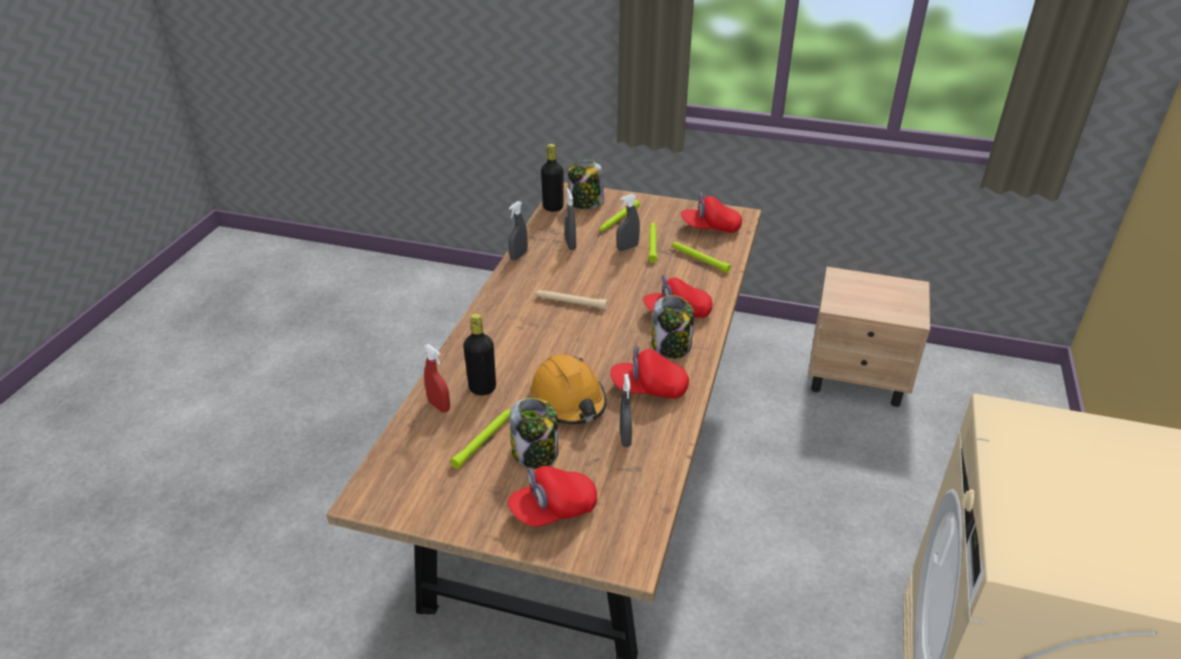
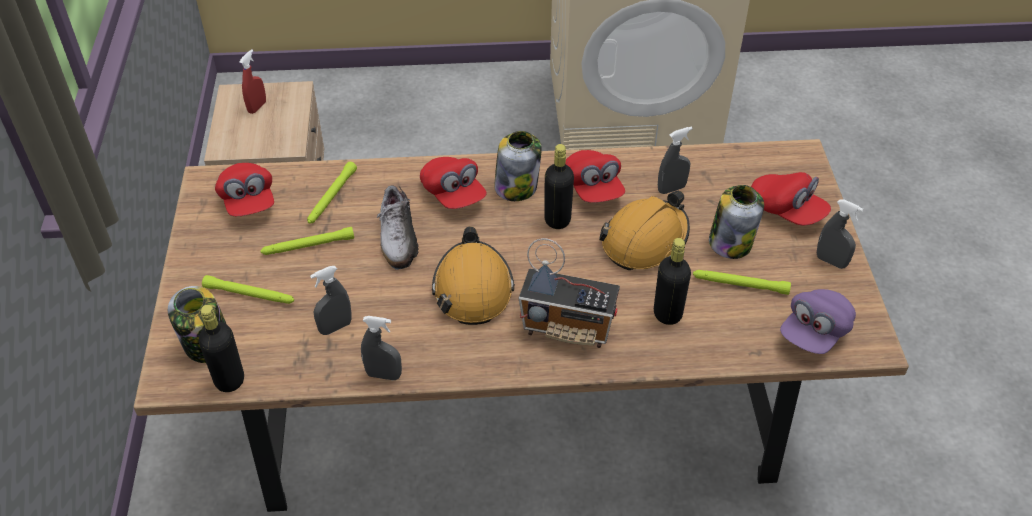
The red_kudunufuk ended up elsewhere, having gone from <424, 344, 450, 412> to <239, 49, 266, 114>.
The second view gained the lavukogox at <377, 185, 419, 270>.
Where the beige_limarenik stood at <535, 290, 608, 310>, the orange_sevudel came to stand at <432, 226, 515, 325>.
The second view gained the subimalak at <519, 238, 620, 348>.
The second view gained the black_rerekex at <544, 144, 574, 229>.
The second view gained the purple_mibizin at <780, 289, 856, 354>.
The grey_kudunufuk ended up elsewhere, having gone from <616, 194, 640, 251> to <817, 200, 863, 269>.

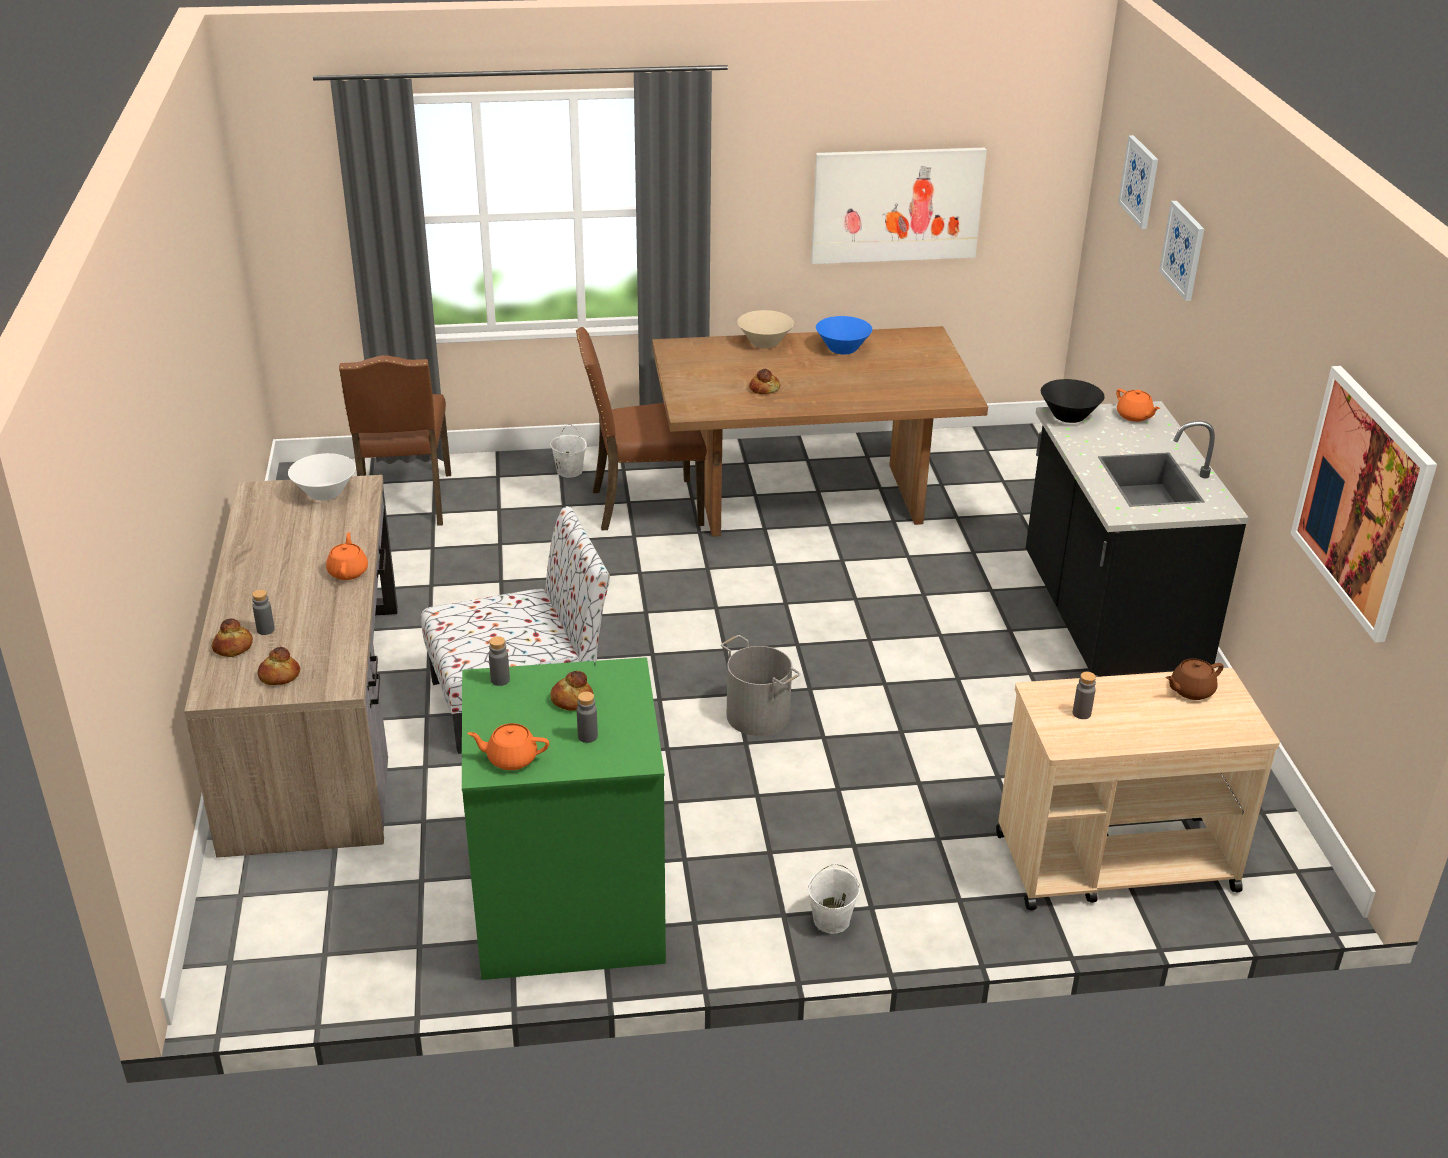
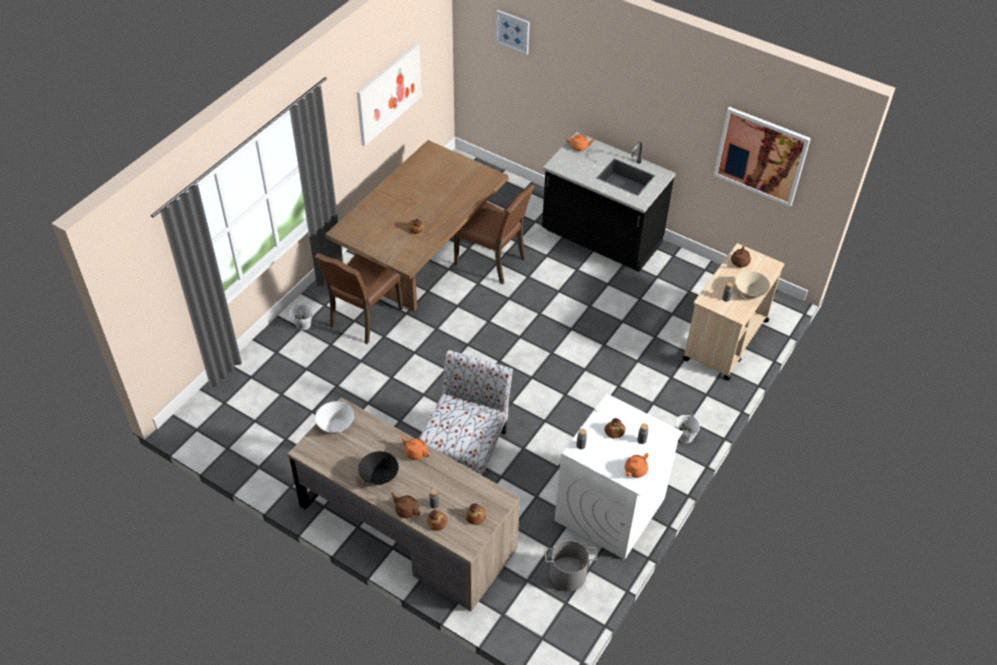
The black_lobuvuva ended up elsewhere, having gone from <1041, 379, 1105, 423> to <358, 451, 399, 485>.
The second view gained the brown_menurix at <391, 492, 421, 518>.
The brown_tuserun ended up elsewhere, having gone from <339, 355, 451, 526> to <454, 184, 535, 284>.
The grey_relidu ended up elsewhere, having gone from <721, 635, 800, 736> to <545, 540, 597, 592>.
What was the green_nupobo at <462, 657, 666, 980> turned into the white_nupobo at <555, 393, 683, 560>.
The beige_lobuvuva ended up elsewhere, having gone from <738, 310, 794, 348> to <735, 271, 770, 299>.
The second view lost the blue_lobuvuva at <816, 316, 872, 354>.
The second view lost the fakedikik at <1159, 201, 1204, 301>.

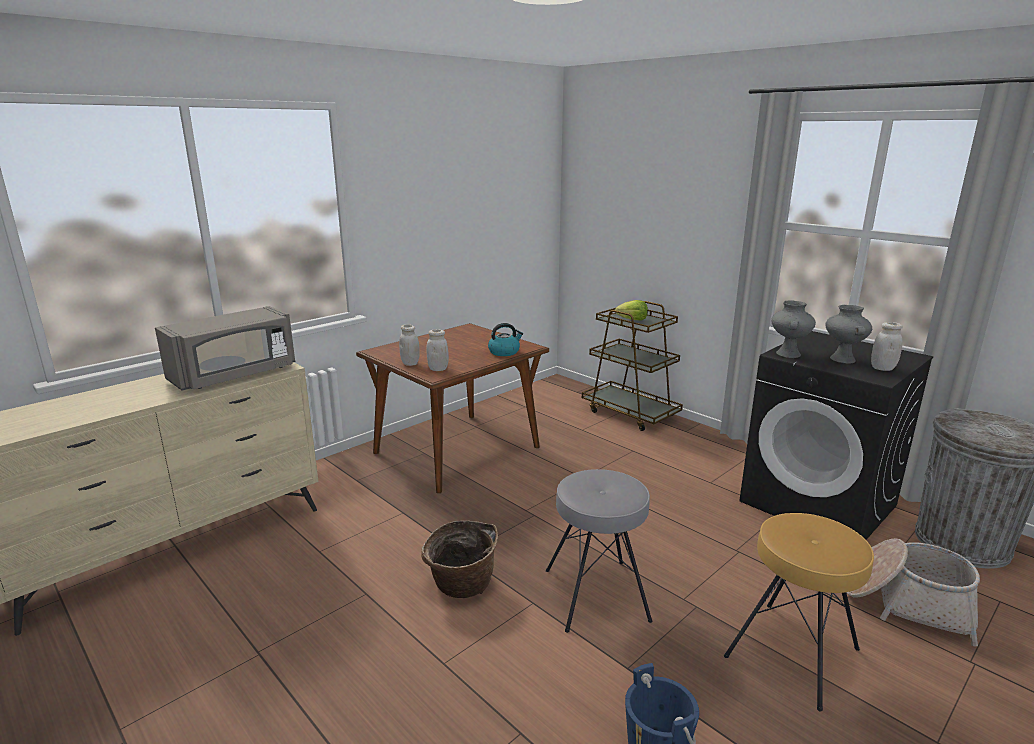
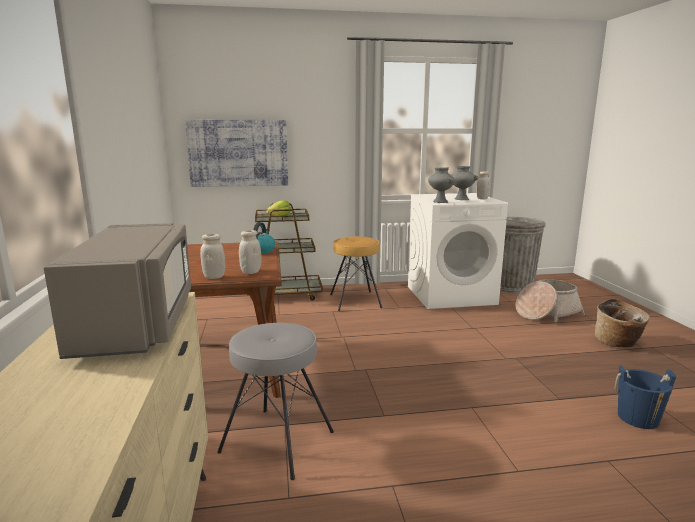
The second view gained the fakedikik at <185, 120, 288, 187>.
The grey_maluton ended up elsewhere, having gone from <546, 469, 652, 633> to <217, 323, 334, 480>.
The brown_maluton ended up elsewhere, having gone from <724, 513, 874, 711> to <330, 236, 383, 311>.
What was the black_nupobo at <739, 331, 933, 540> turned into the white_nupobo at <408, 193, 508, 309>.
The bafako ended up elsewhere, having gone from <421, 521, 498, 598> to <595, 298, 650, 347>.

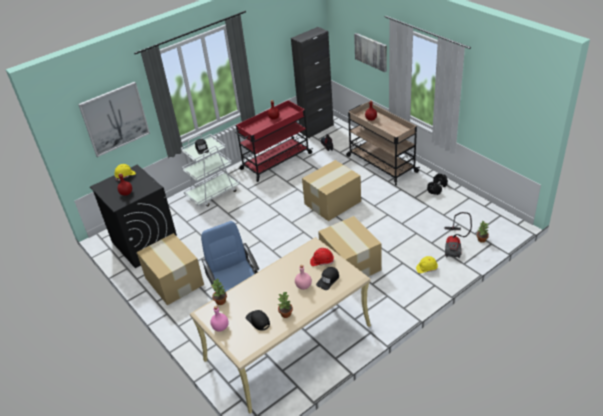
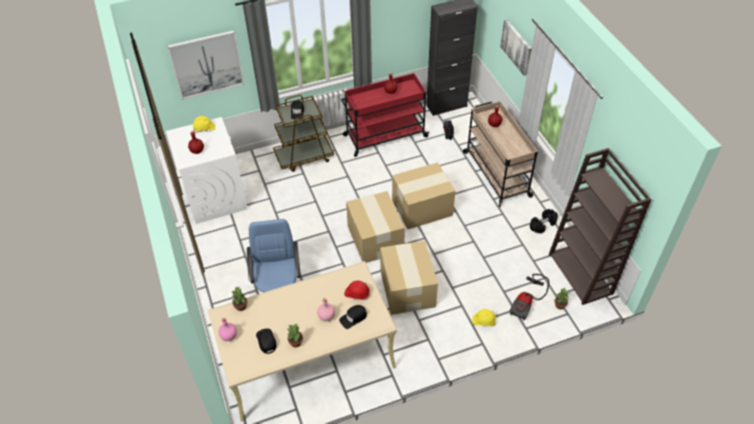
What was the black_nupobo at <90, 165, 177, 268> turned into the white_nupobo at <166, 117, 248, 224>.
What was the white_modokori at <181, 134, 240, 206> turned into the brown_modokori at <273, 95, 334, 172>.
The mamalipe ended up elsewhere, having gone from <137, 233, 204, 305> to <346, 191, 405, 263>.
The second view gained the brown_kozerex at <549, 148, 652, 305>.

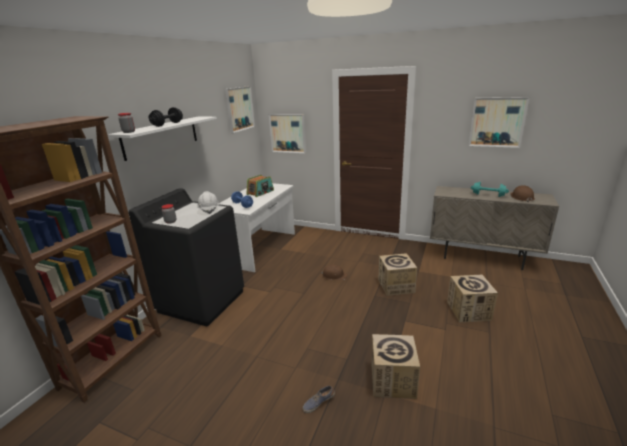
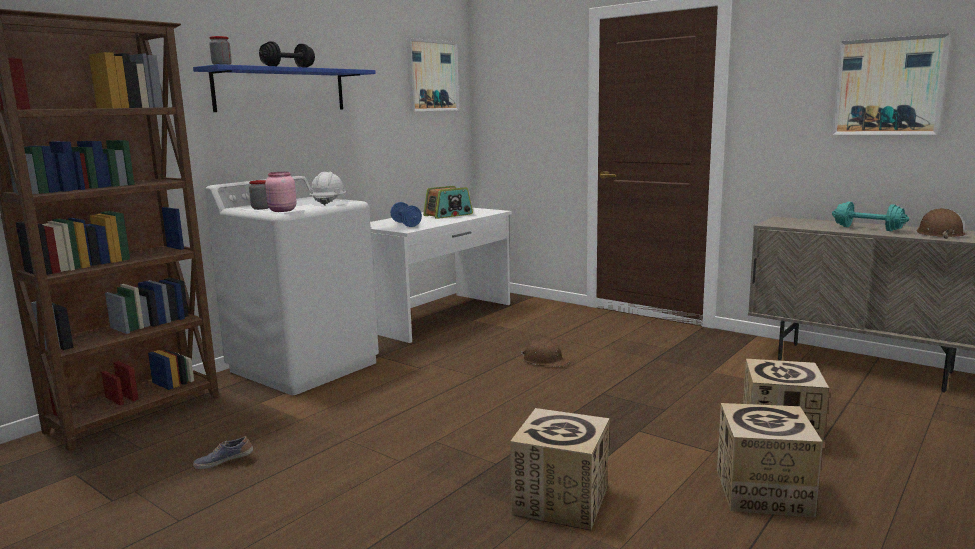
What was the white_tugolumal at <108, 117, 217, 161> turned into the blue_tugolumal at <193, 64, 376, 112>.
The lavukogox ended up elsewhere, having gone from <302, 385, 335, 413> to <193, 436, 253, 469>.
What was the black_nupobo at <128, 188, 244, 326> turned into the white_nupobo at <205, 176, 379, 395>.
The second view gained the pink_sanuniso at <265, 172, 297, 212>.
The mamalipe ended up elsewhere, having gone from <378, 253, 417, 296> to <717, 403, 823, 517>.
The second view lost the fakedikik at <269, 114, 306, 153>.

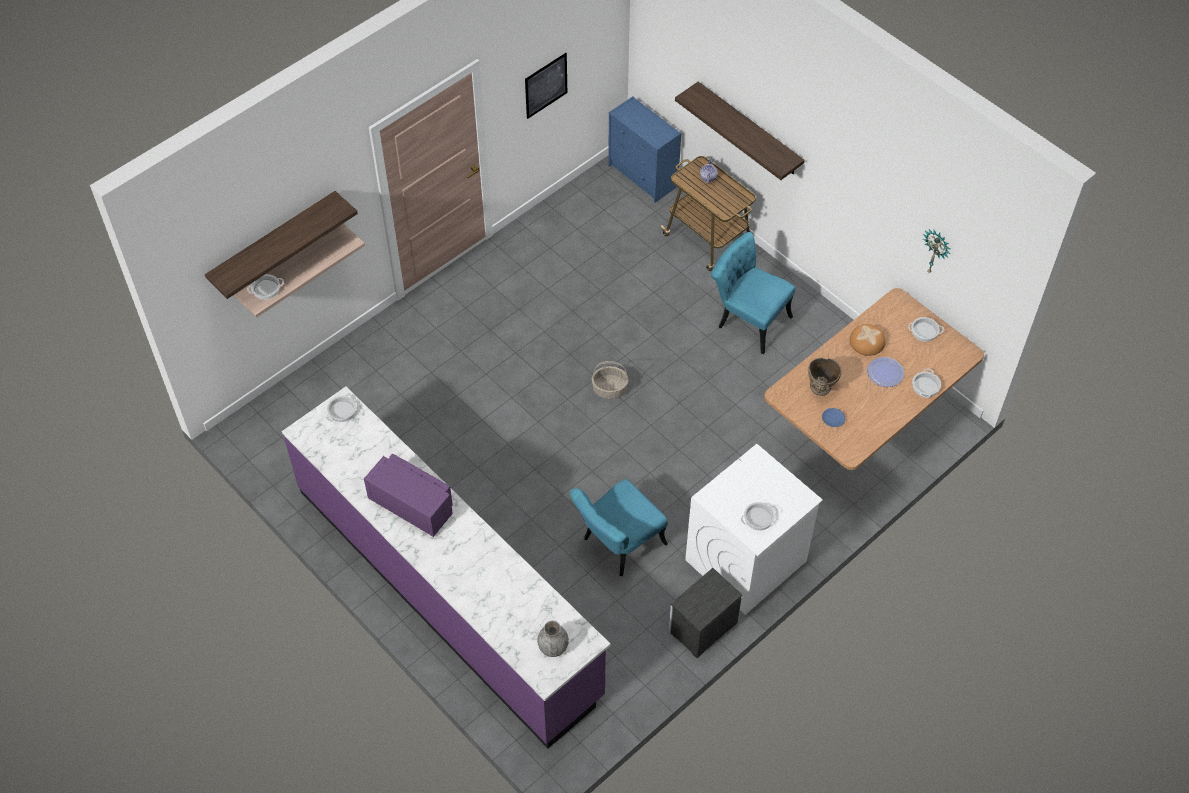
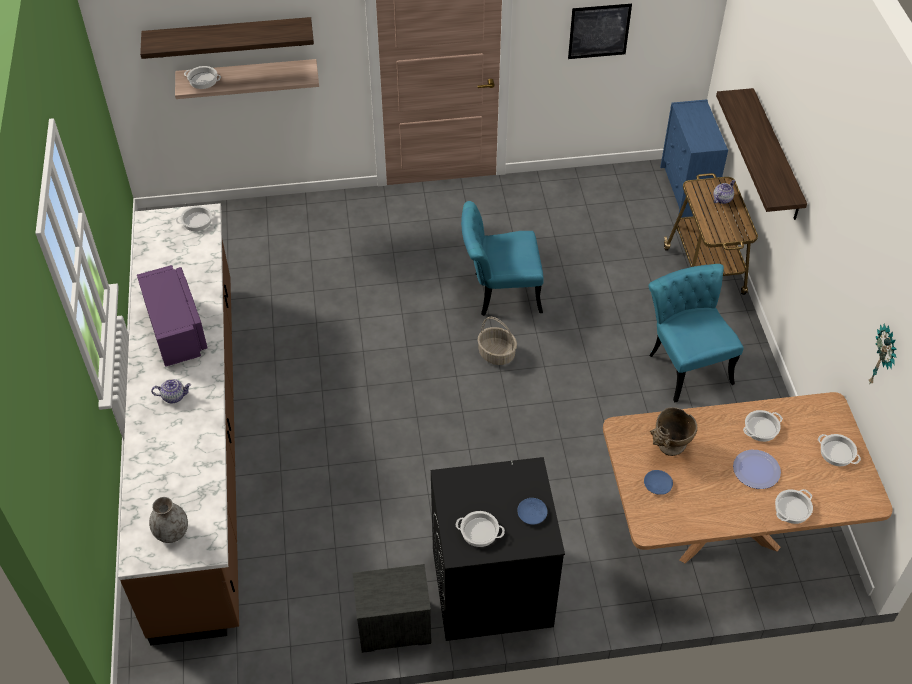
What was the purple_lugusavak at <282, 386, 610, 748> turned into the brown_lugusavak at <118, 203, 239, 646>.
The second view gained the menurix at <151, 379, 191, 403>.
What was the white_nupobo at <685, 444, 823, 615> turned into the black_nupobo at <431, 457, 565, 641>.
The turquoise_tuserun ended up elsewhere, having gone from <570, 479, 668, 576> to <461, 201, 543, 316>.
The second view gained the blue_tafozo at <517, 498, 548, 525>.
Where the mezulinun stood at <850, 324, 886, 356>, the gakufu came to stand at <743, 410, 783, 442>.

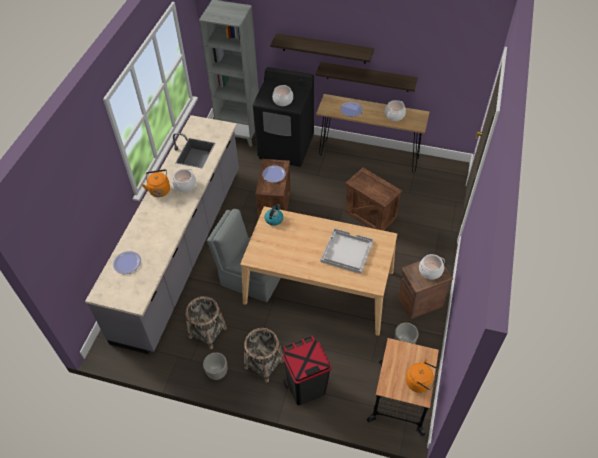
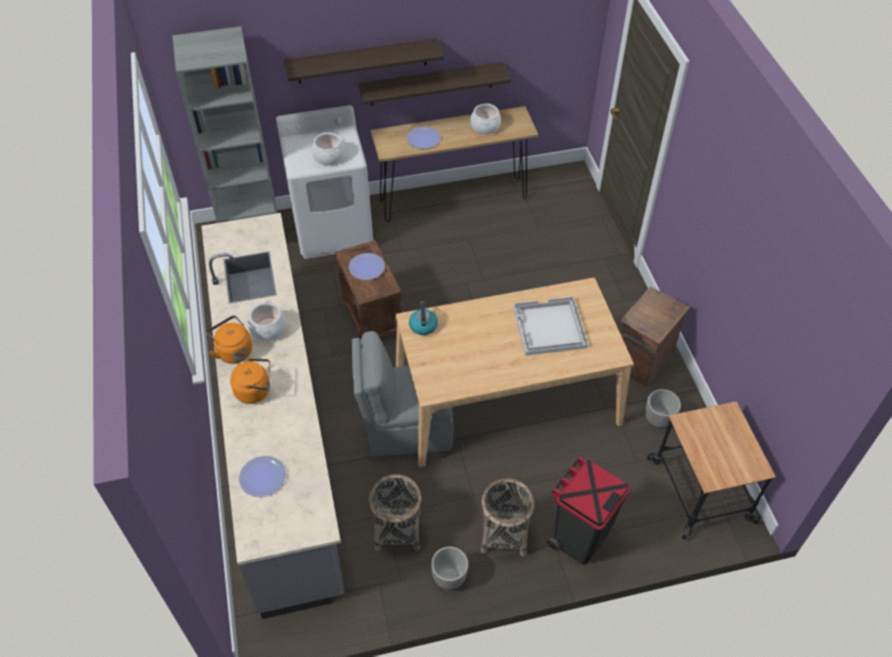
The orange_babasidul ended up elsewhere, having gone from <406, 359, 438, 393> to <230, 356, 270, 404>.
What was the black_nupobo at <253, 67, 314, 167> turned into the white_nupobo at <276, 105, 373, 259>.
The second view lost the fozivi at <345, 168, 402, 231>.
The second view lost the gakufu at <419, 254, 445, 280>.

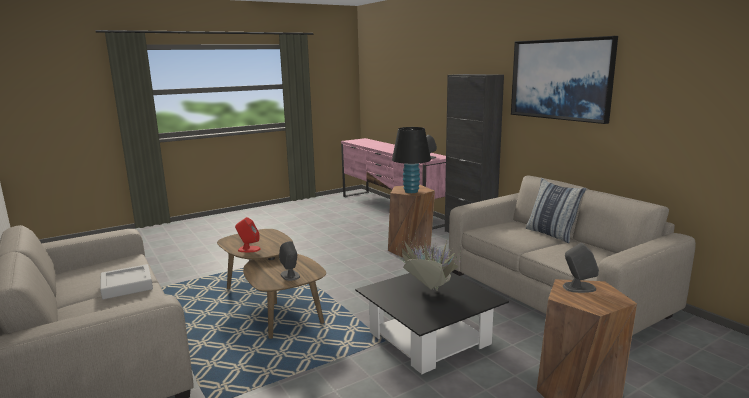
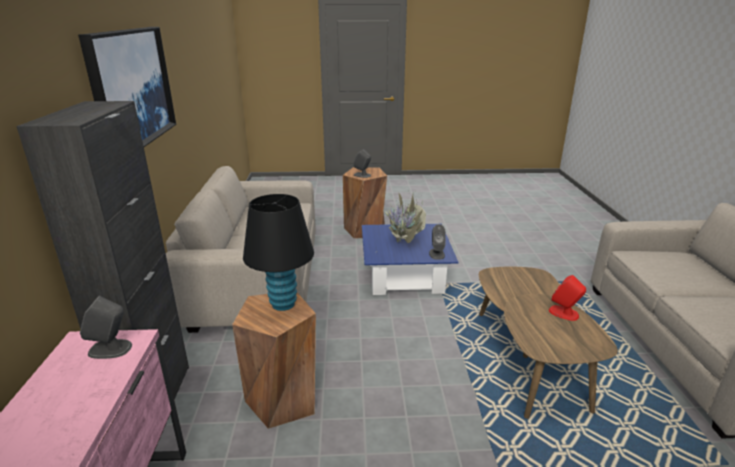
What was the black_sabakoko at <355, 272, 509, 374> turned into the blue_sabakoko at <362, 224, 459, 295>.
The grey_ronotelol ended up elsewhere, having gone from <279, 241, 300, 281> to <429, 224, 446, 260>.
The second view lost the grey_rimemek at <100, 264, 153, 299>.
The second view lost the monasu at <526, 178, 586, 243>.

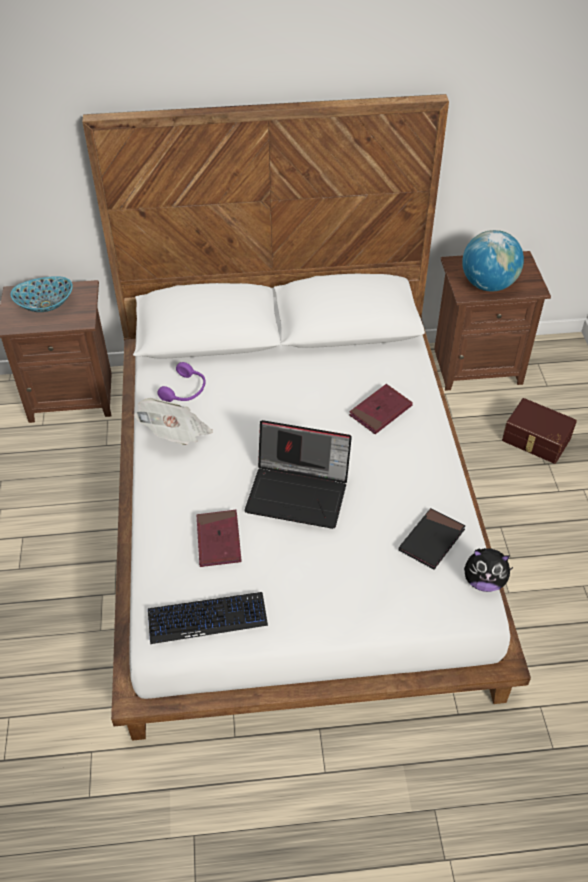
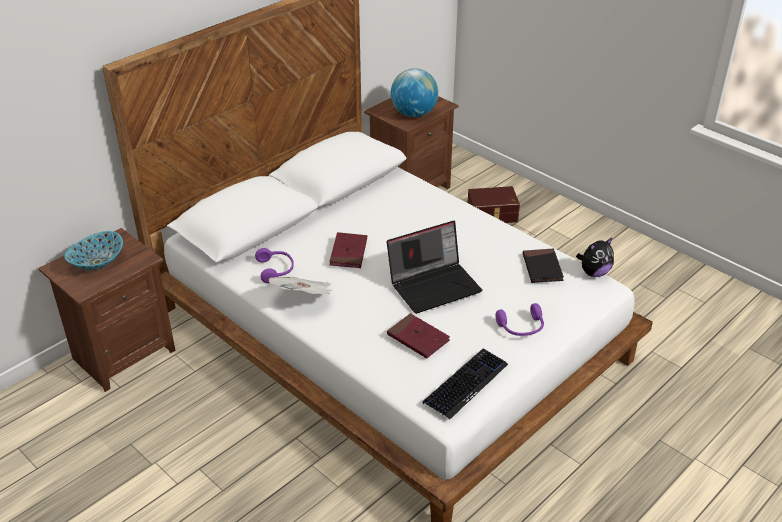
The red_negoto ended up elsewhere, having gone from <349, 384, 413, 434> to <329, 232, 367, 268>.
The second view gained the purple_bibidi at <495, 303, 544, 336>.

